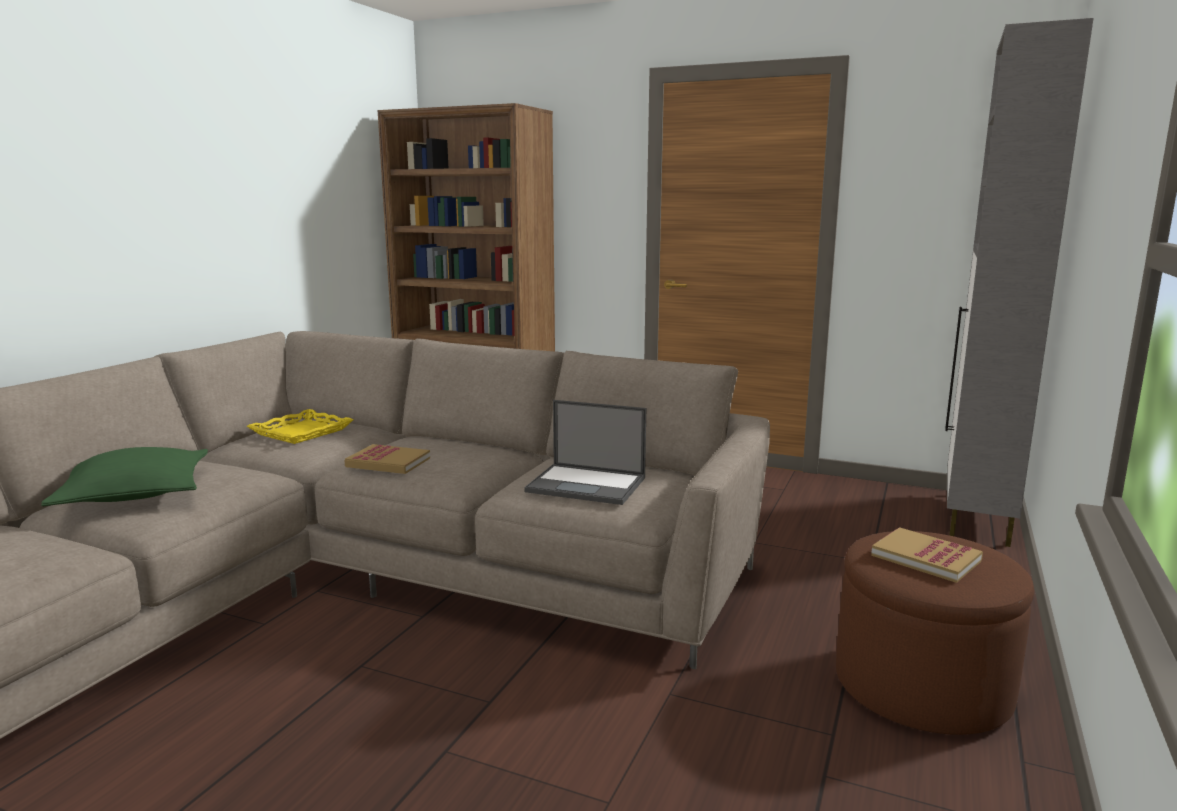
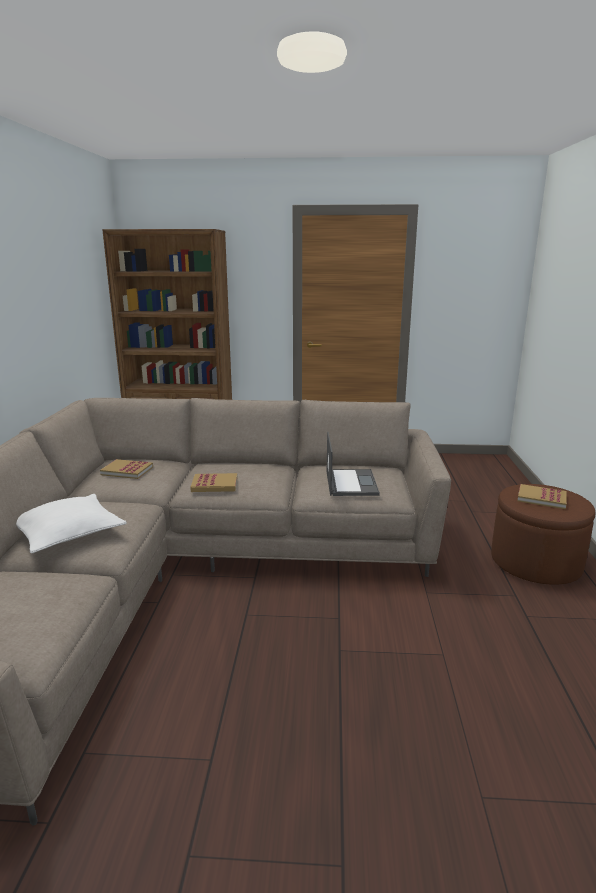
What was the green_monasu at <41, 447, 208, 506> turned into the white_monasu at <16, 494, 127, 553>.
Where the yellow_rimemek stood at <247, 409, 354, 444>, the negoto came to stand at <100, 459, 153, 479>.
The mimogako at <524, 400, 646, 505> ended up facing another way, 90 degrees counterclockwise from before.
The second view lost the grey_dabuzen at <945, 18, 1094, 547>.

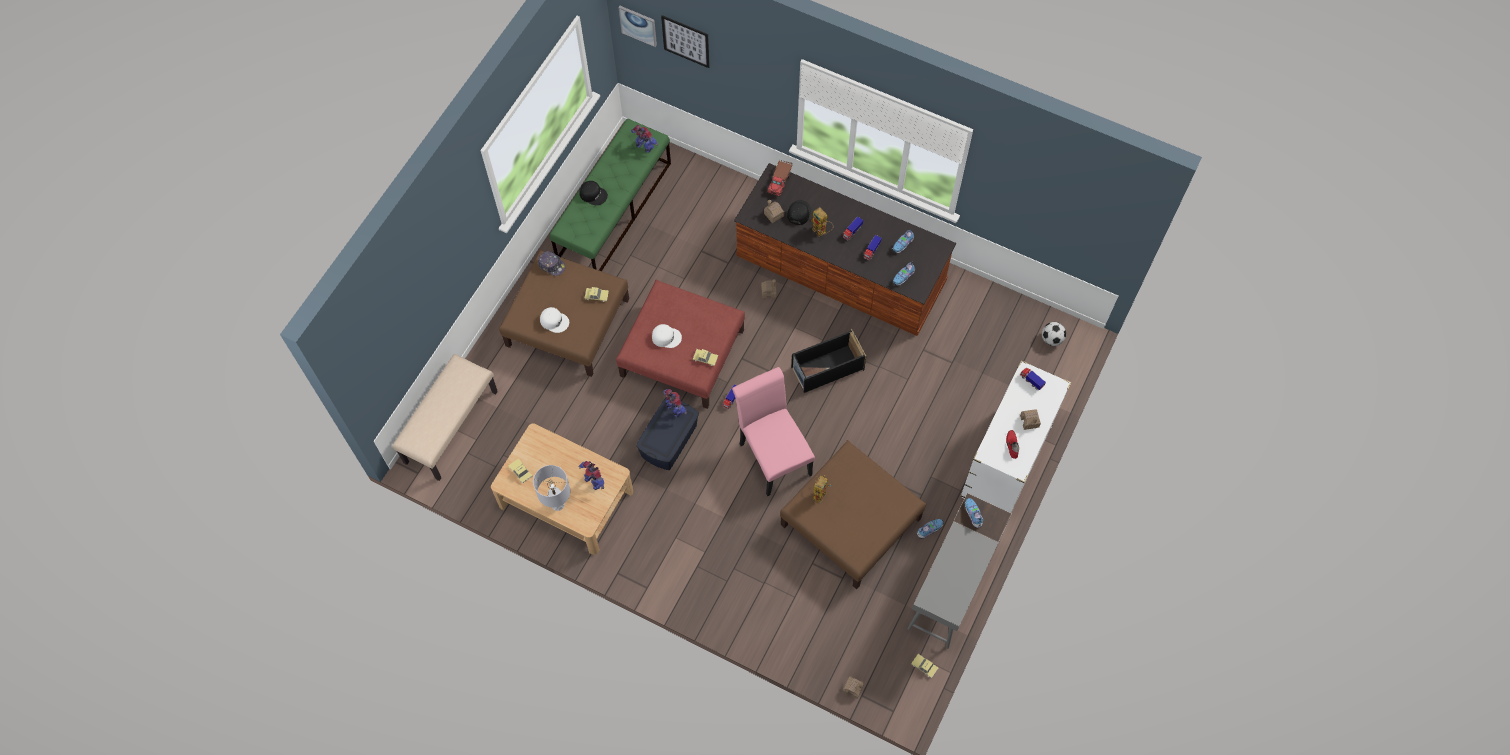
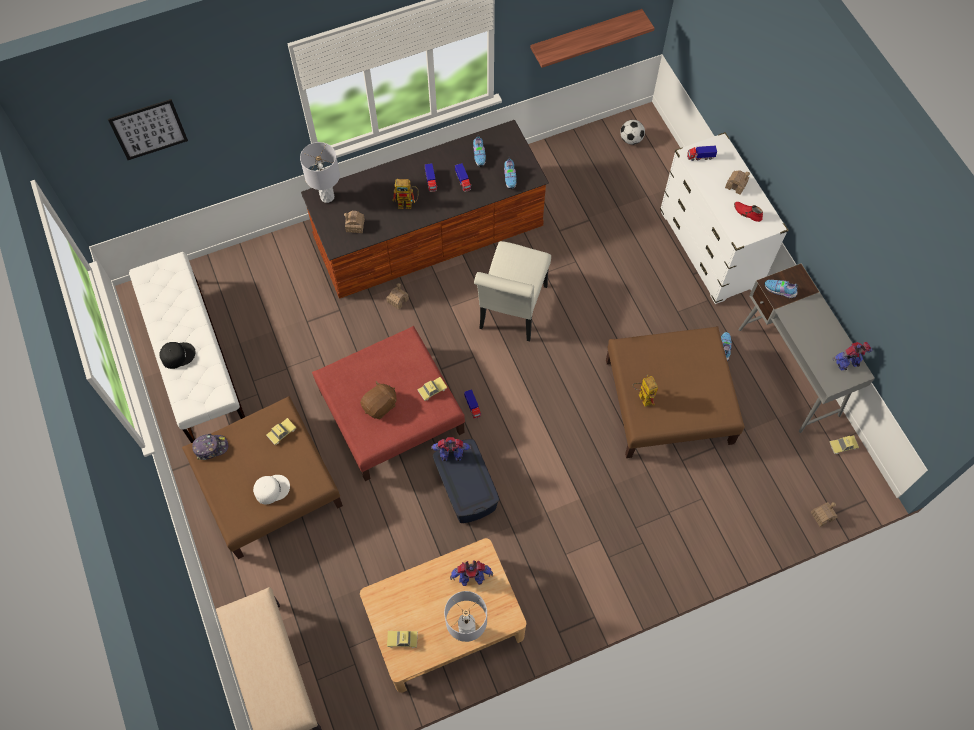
What was the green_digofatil at <550, 119, 671, 271> turned into the white_digofatil at <129, 252, 245, 443>.
Where the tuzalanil stood at <767, 160, 793, 197>, the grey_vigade came to stand at <300, 142, 340, 203>.
Where the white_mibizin stood at <652, 324, 682, 348>, the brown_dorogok came to stand at <360, 381, 397, 419>.
Where the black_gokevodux stood at <791, 329, 866, 393>, the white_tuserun came to stand at <474, 241, 551, 341>.
The second view gained the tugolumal at <530, 9, 655, 68>.
The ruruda ended up elsewhere, having gone from <631, 125, 658, 153> to <833, 342, 872, 371>.
The second view lost the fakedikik at <618, 6, 657, 47>.
The second view lost the pink_tuserun at <732, 367, 815, 496>.
The second view lost the black_mibizin at <787, 200, 811, 225>.

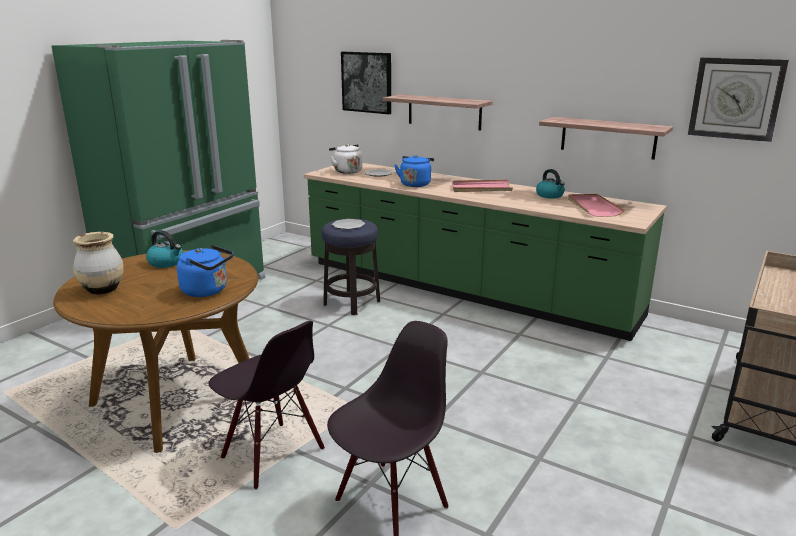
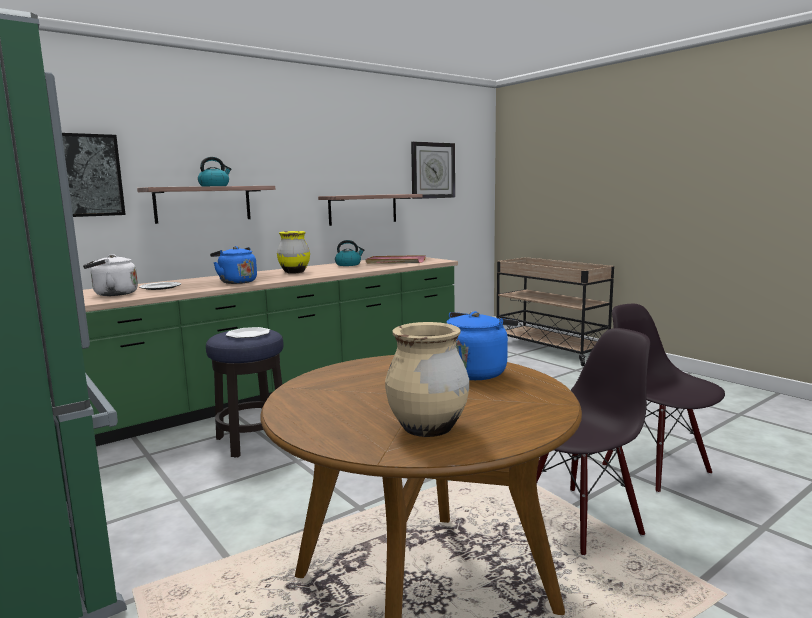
The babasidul ended up elsewhere, having gone from <146, 230, 183, 268> to <198, 157, 231, 186>.
Where the pink_rimemek stood at <452, 180, 513, 192>, the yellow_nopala came to stand at <277, 231, 310, 274>.

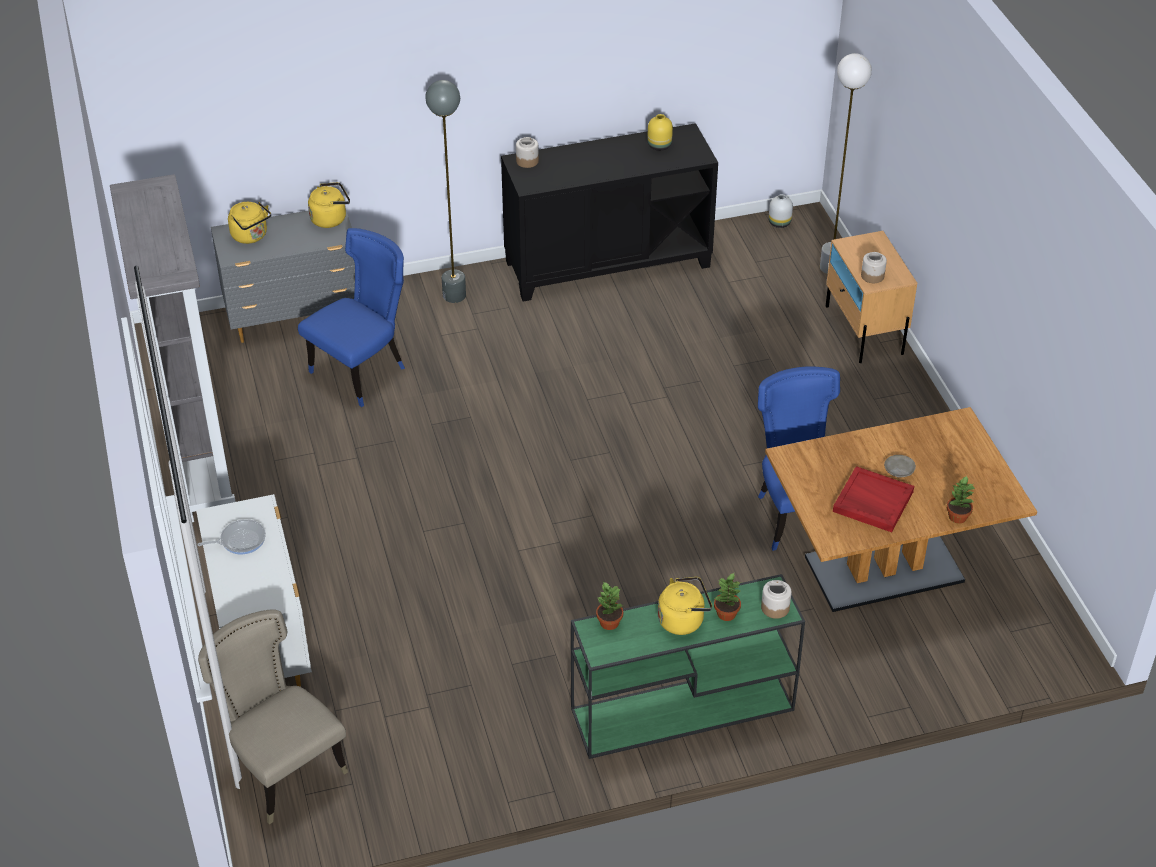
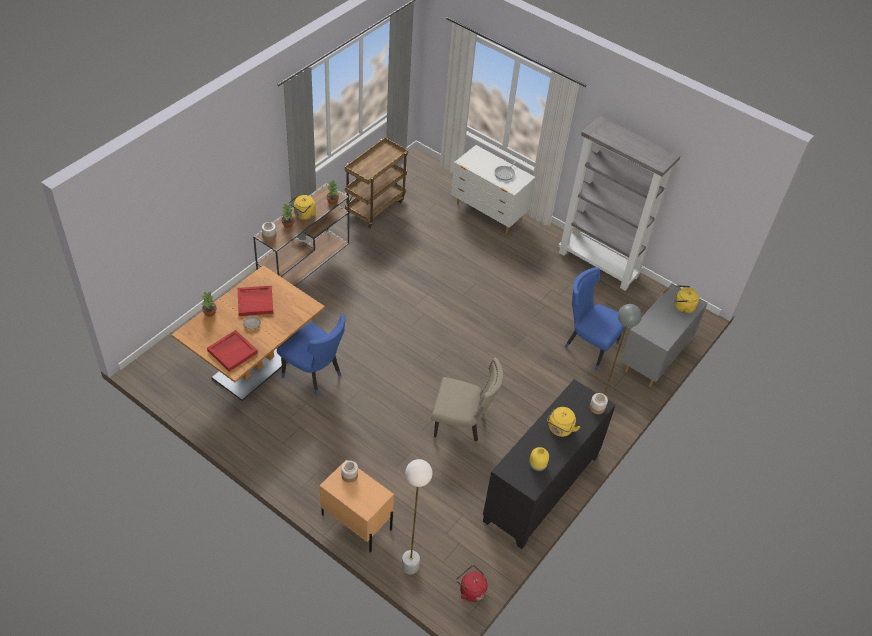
The second view gained the red_rimemek at <207, 330, 258, 372>.
What was the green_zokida at <571, 574, 805, 759> turned into the brown_zokida at <253, 183, 349, 286>.
The second view gained the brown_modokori at <345, 137, 408, 228>.
The beige_tuserun ended up elsewhere, having gone from <198, 610, 348, 824> to <431, 357, 503, 447>.
Where the white_nopala stood at <769, 194, 793, 228>, the red_babasidul came to stand at <456, 565, 488, 602>.
The yellow_babasidul ended up elsewhere, having gone from <308, 182, 350, 228> to <547, 407, 580, 437>.
The blue_tuserun at <298, 228, 405, 407> ended up facing another way, 120 degrees clockwise from before.

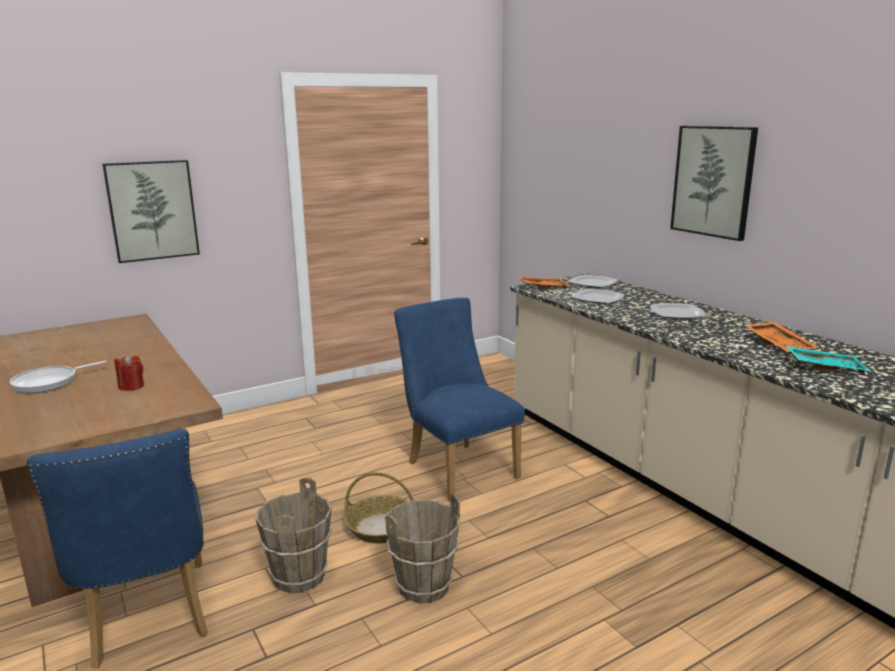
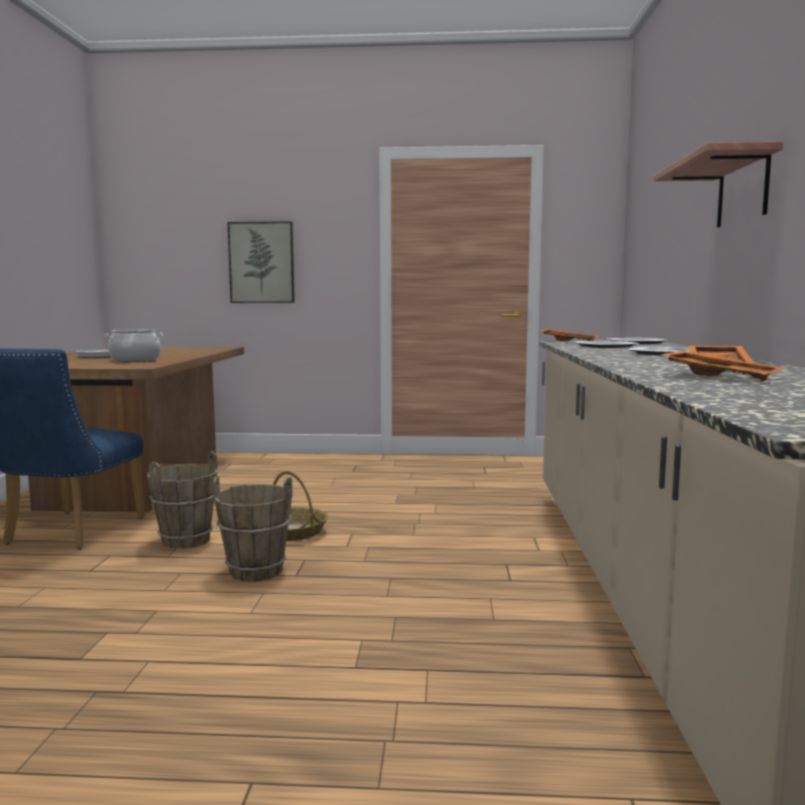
Where the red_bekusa stood at <115, 355, 144, 391>, the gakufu came to stand at <104, 330, 163, 362>.
Where the fakedikik hung at <670, 126, 758, 241>, the tugolumal came to hang at <654, 142, 783, 227>.
What was the turquoise_rimemek at <786, 346, 871, 373> turned into the orange_rimemek at <661, 351, 783, 381>.
The second view lost the blue_tuserun at <394, 298, 525, 502>.

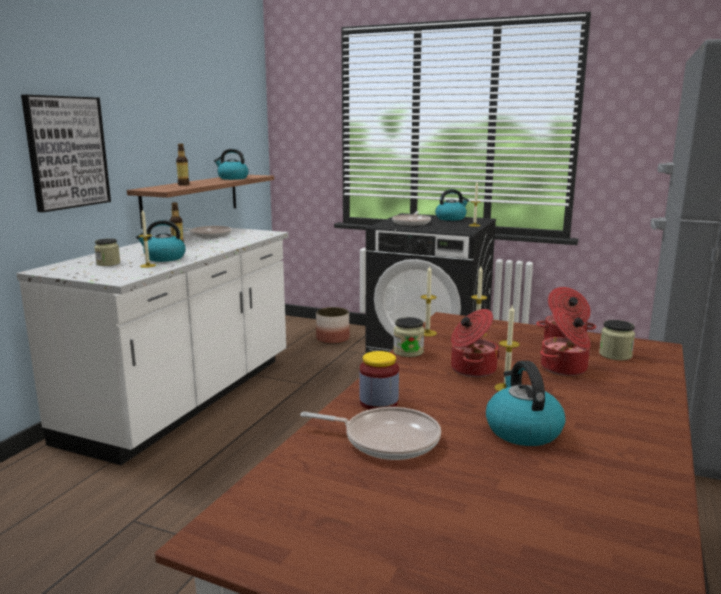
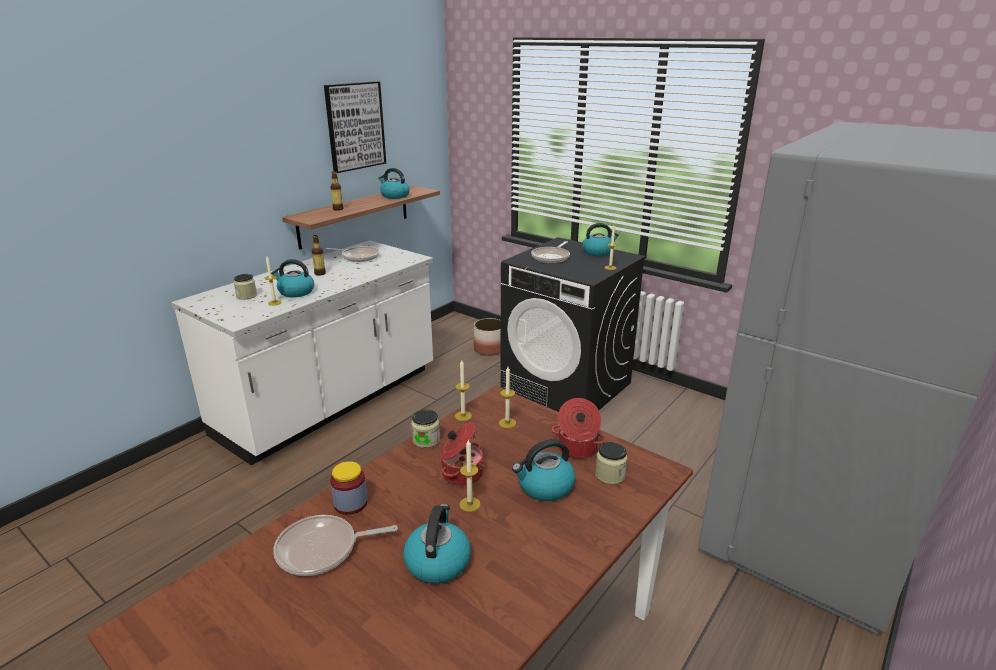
The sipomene at <300, 407, 441, 460> ended up facing another way, 135 degrees clockwise from before.
The fakedikik ended up elsewhere, having gone from <21, 95, 111, 212> to <324, 81, 386, 173>.
Where the gakufu stood at <540, 308, 591, 376>, the babasidul came to stand at <512, 439, 576, 501>.

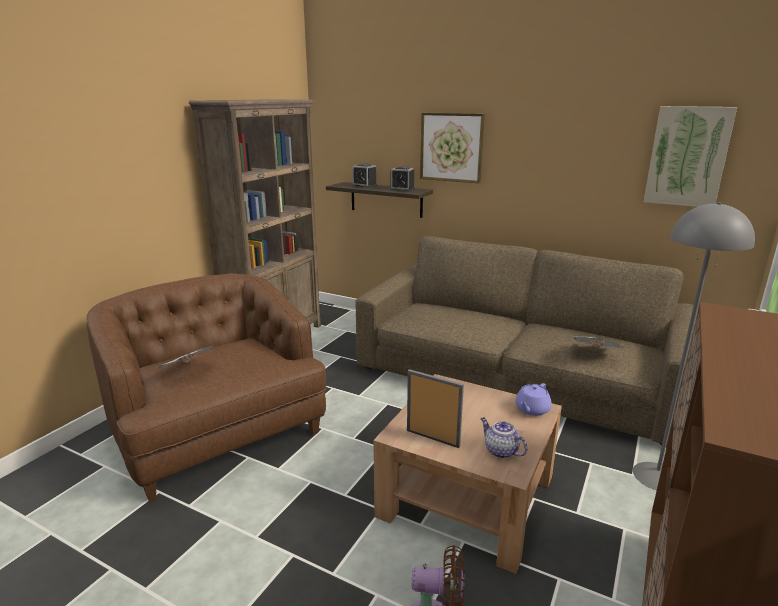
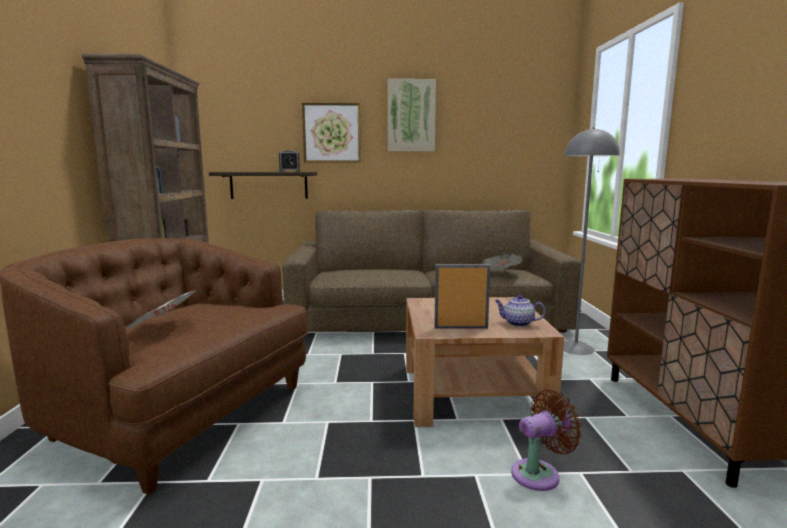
The fakedikik ended up elsewhere, having gone from <644, 106, 737, 207> to <388, 79, 436, 151>.
The second view lost the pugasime at <352, 163, 377, 188>.
The second view lost the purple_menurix at <515, 383, 552, 416>.

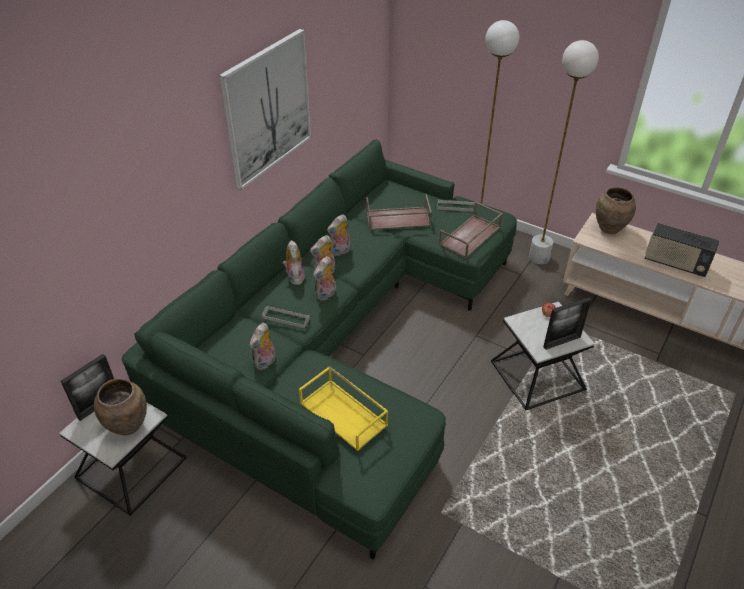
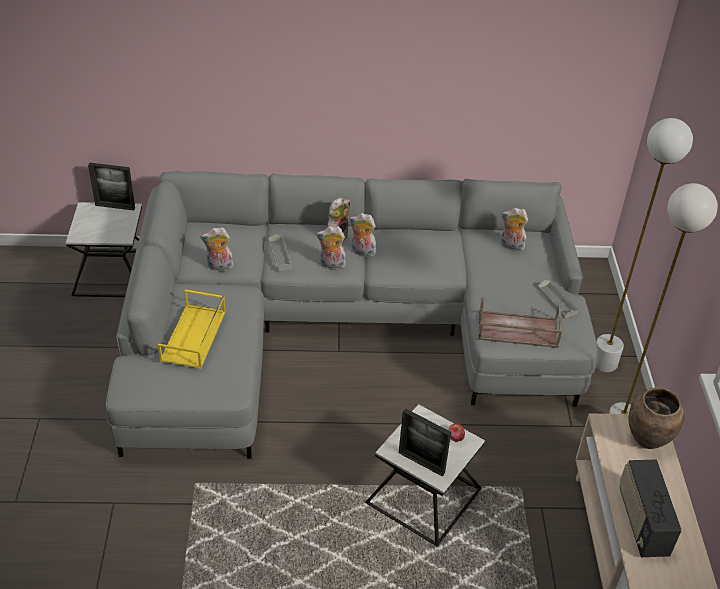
What was the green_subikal at <122, 140, 517, 560> turned into the grey_subikal at <106, 171, 598, 459>.
The dorogok ended up elsewhere, having gone from <327, 214, 351, 256> to <501, 208, 528, 251>.
The second view lost the brown_nopala at <94, 378, 147, 436>.
The second view lost the fakedikik at <219, 29, 312, 190>.
The second view lost the brown_rimemek at <366, 194, 432, 230>.

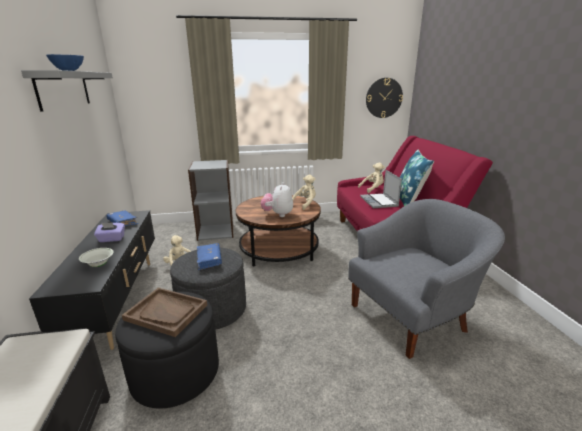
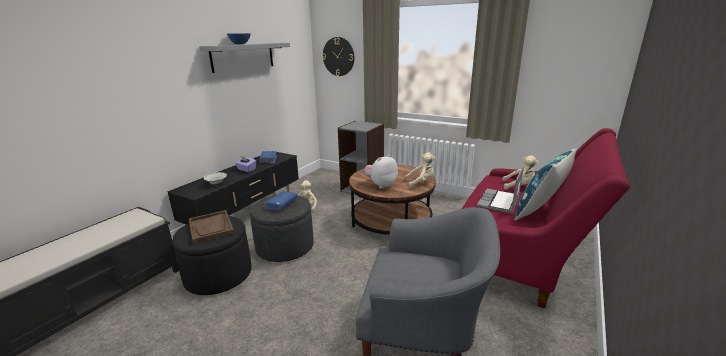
The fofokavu ended up elsewhere, having gone from <366, 78, 403, 118> to <322, 37, 354, 76>.

